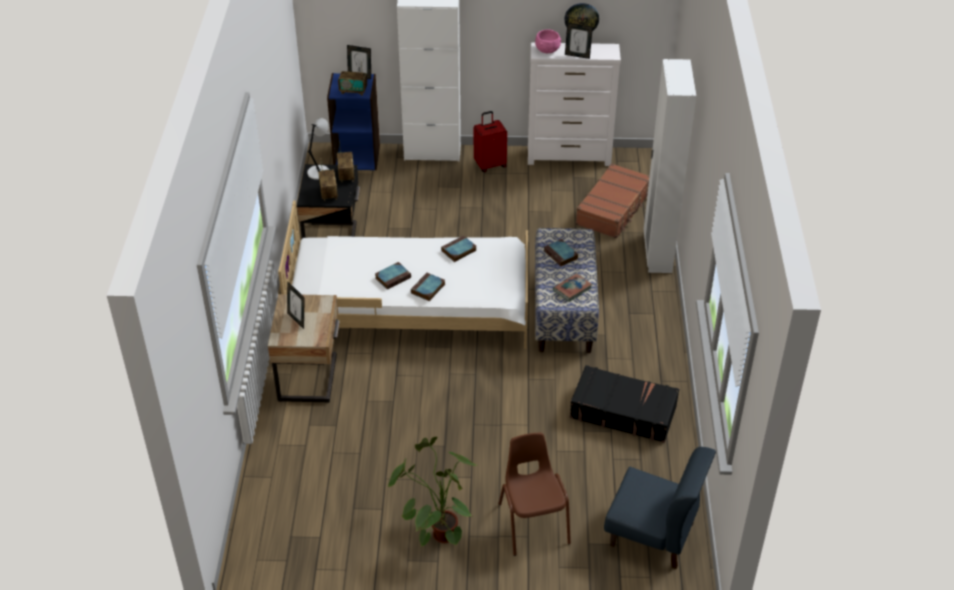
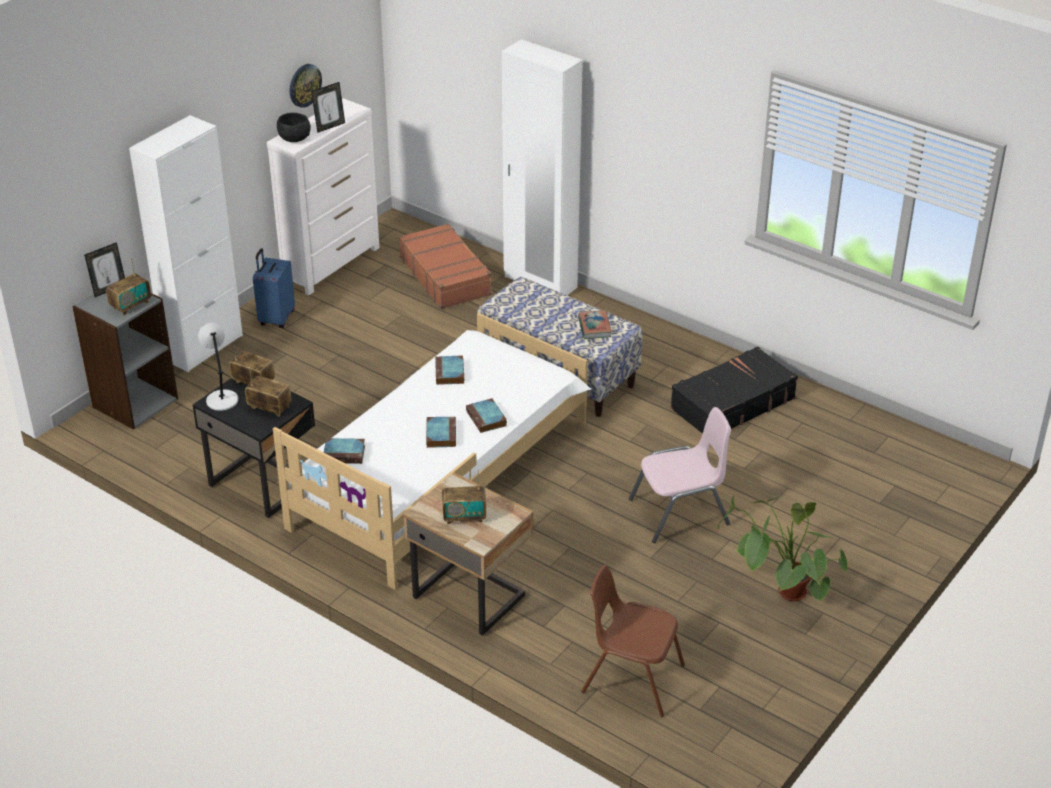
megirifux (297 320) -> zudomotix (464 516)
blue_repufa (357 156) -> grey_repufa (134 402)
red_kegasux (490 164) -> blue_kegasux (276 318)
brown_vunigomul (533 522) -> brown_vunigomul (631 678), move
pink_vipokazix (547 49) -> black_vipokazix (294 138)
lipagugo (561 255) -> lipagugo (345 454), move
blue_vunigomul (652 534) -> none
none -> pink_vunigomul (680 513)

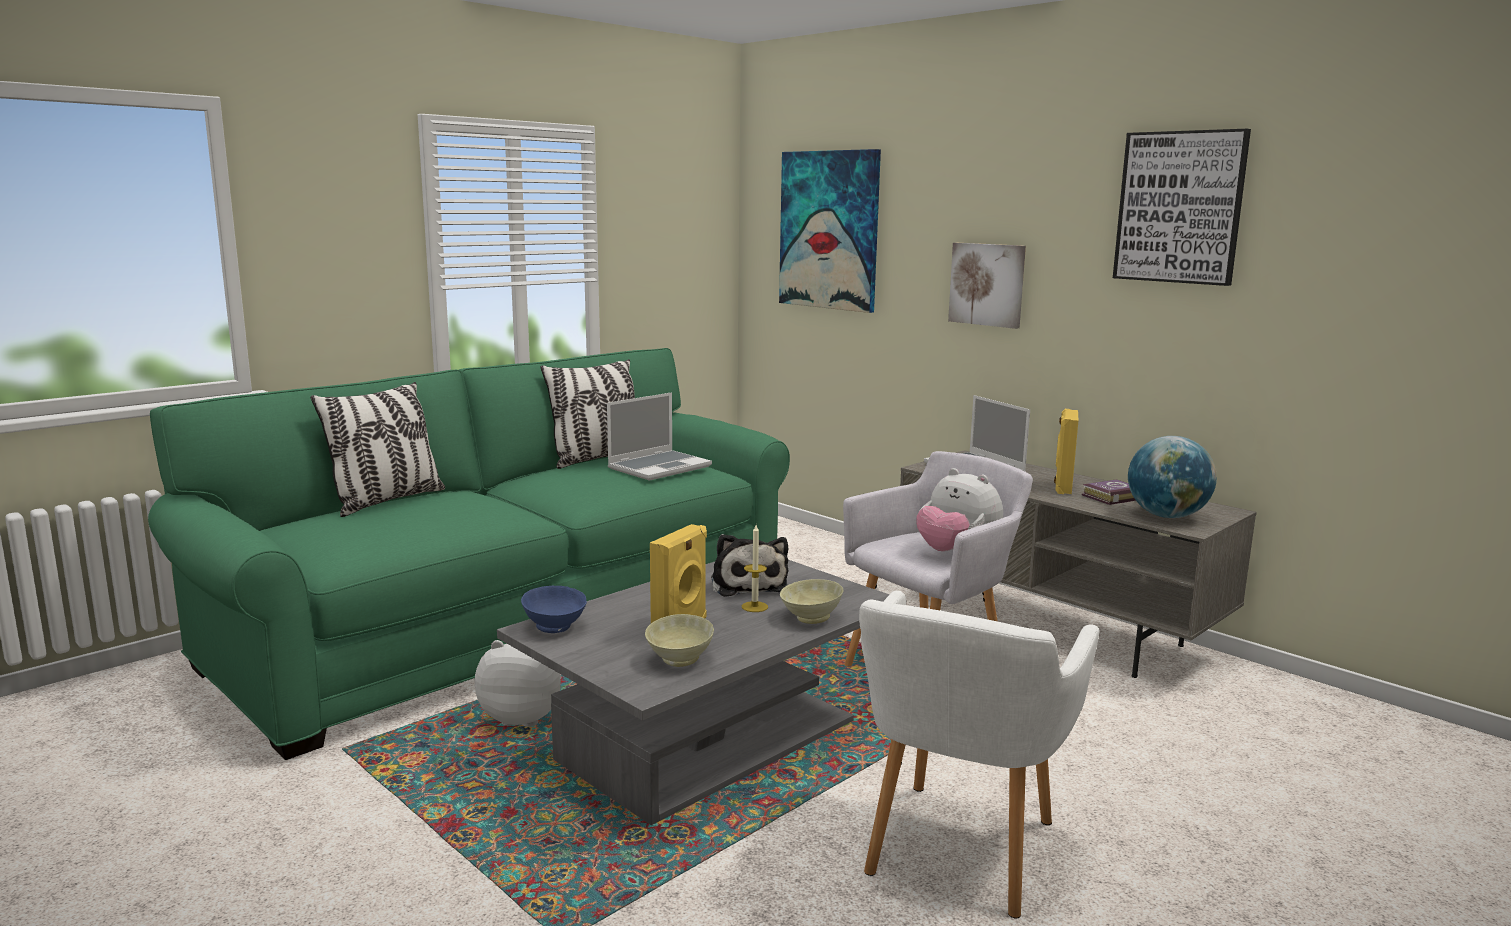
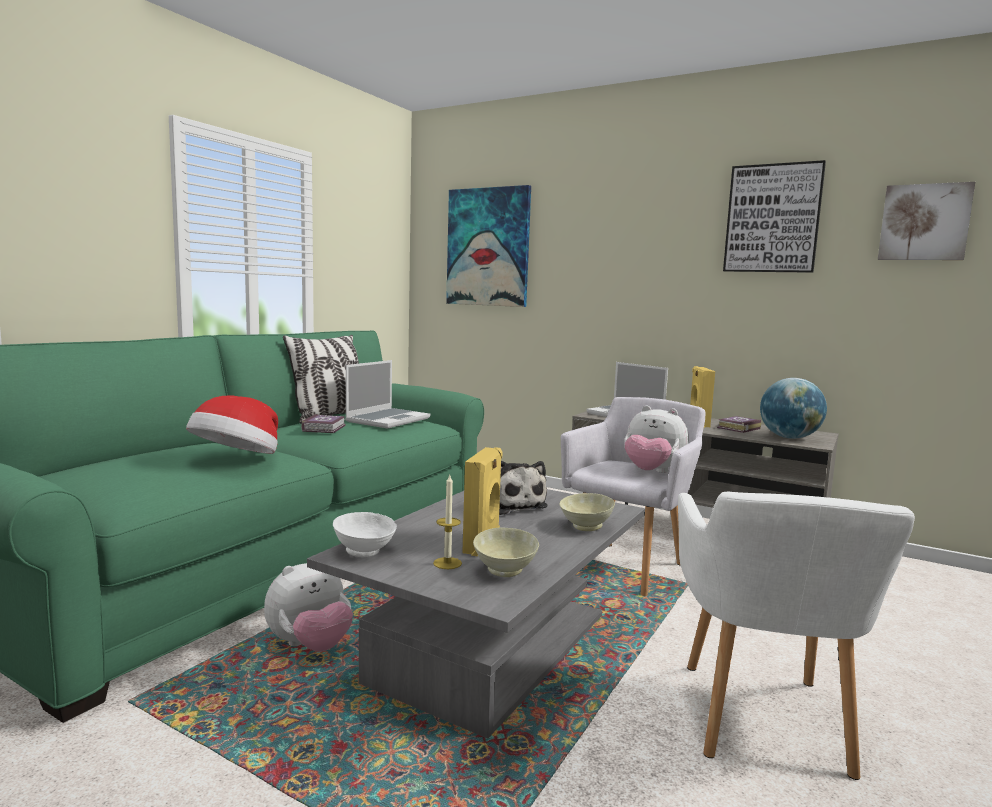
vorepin (386 501) -> none
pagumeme (523 718) -> pagumeme (310 646), 150 degrees clockwise
blue_vipokazix (554 628) -> white_vipokazix (364 552)
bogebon (754 607) -> bogebon (447 563), move
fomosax (987 284) -> fomosax (924 222), move
none -> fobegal (237 459)
none -> lipagugo (325 428)

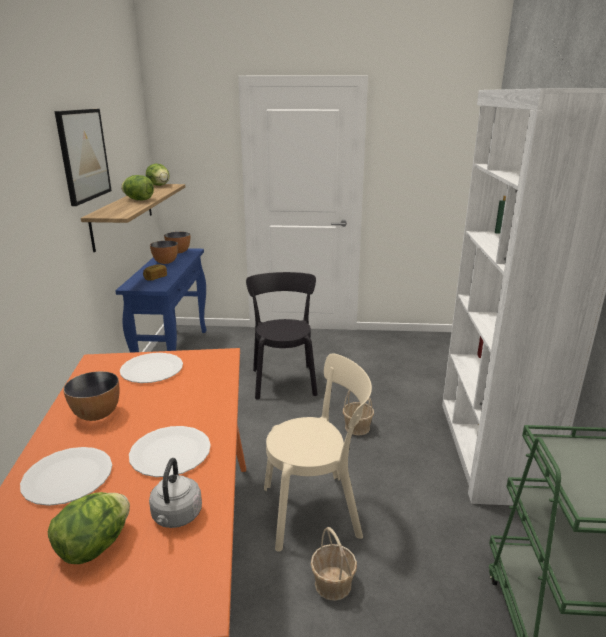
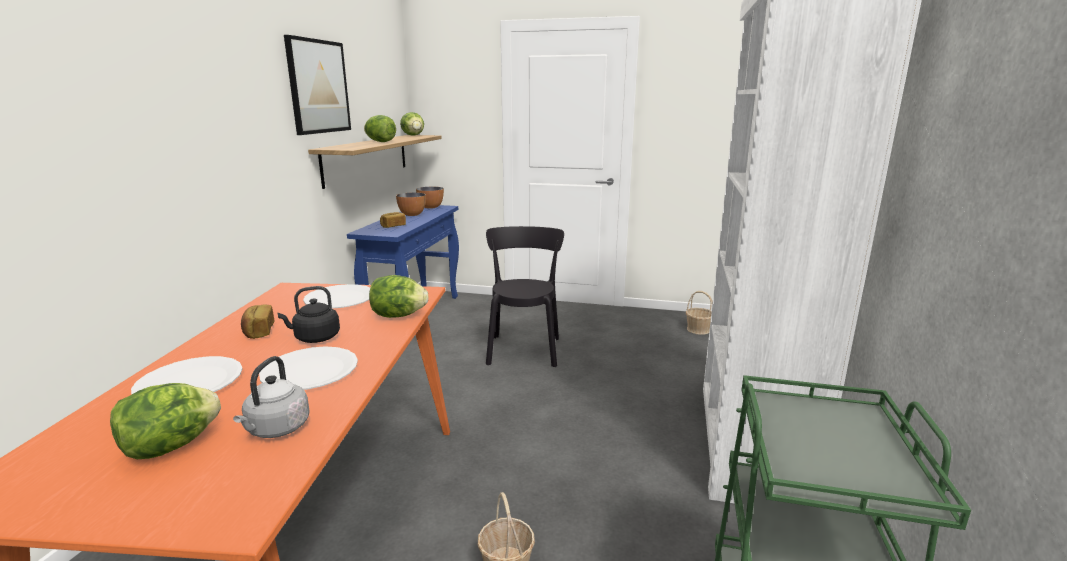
vipokazix (97 414) -> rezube (258 331)
beige_vunigomul (316 510) -> none
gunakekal (357 427) -> gunakekal (698 329), move
none -> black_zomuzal (315 338)
none -> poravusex (398 315)

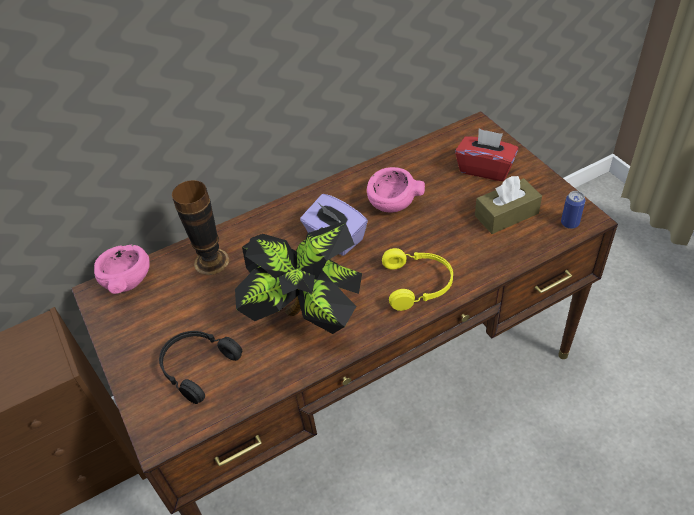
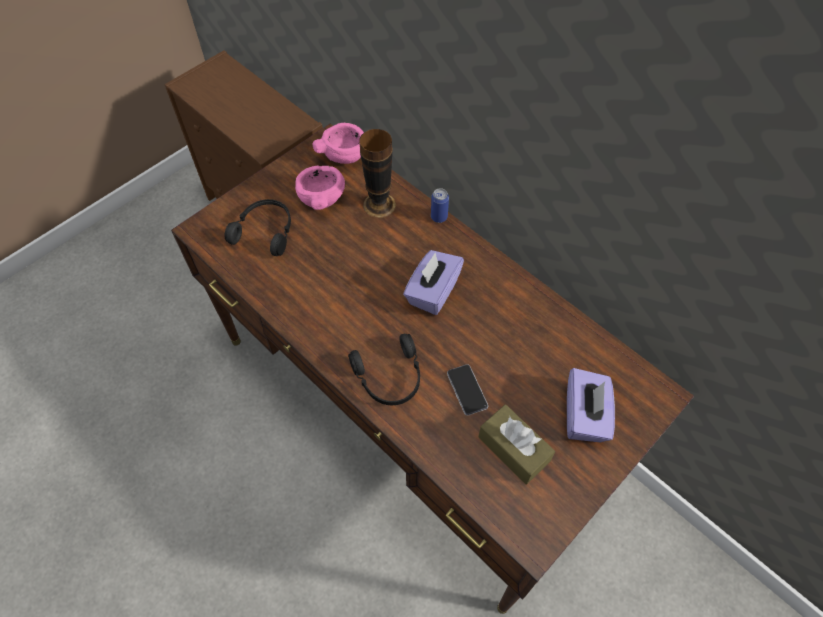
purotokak (306 315) -> none
pink_vipokazix (392 203) -> pink_vipokazix (321 198), move
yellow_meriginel (418 284) -> black_meriginel (390 378)
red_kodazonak (485 168) -> purple_kodazonak (584 416)
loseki (569 223) -> loseki (439 217), move
none -> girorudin (467 390)

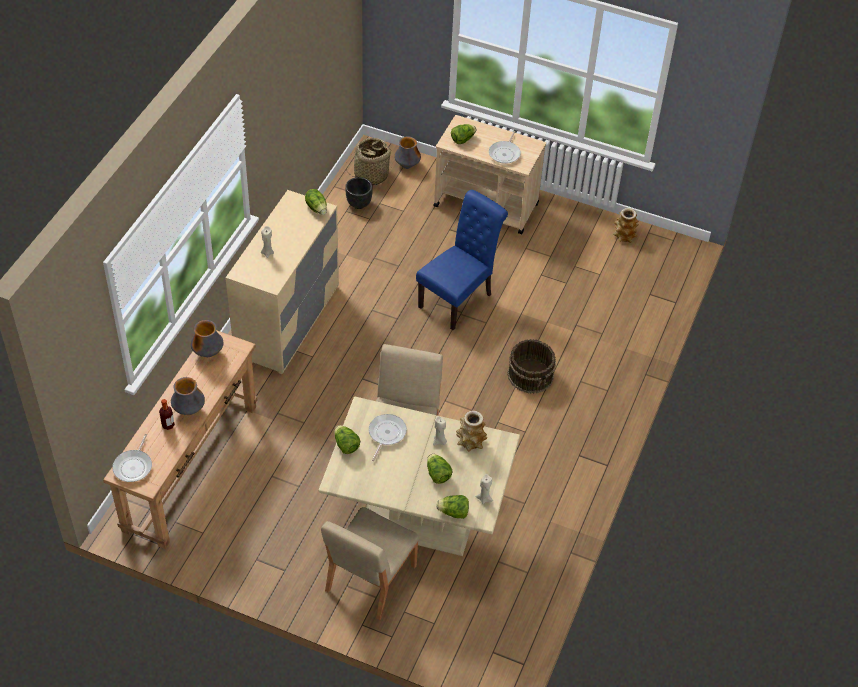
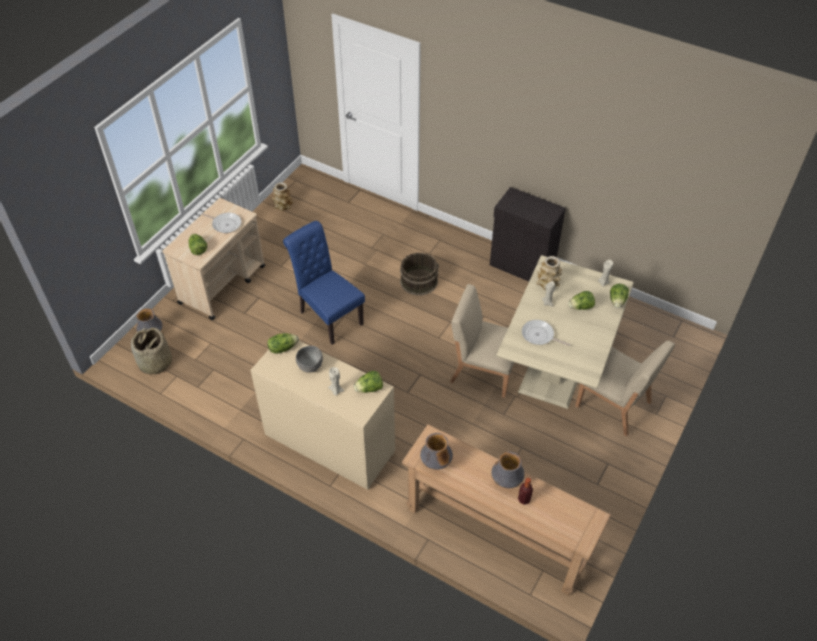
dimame (134 466) -> none
poravusex (346 445) -> poravusex (369 389), move
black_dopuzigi (359 204) -> none
none -> grey_vipokazix (310 366)
none -> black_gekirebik (522 267)

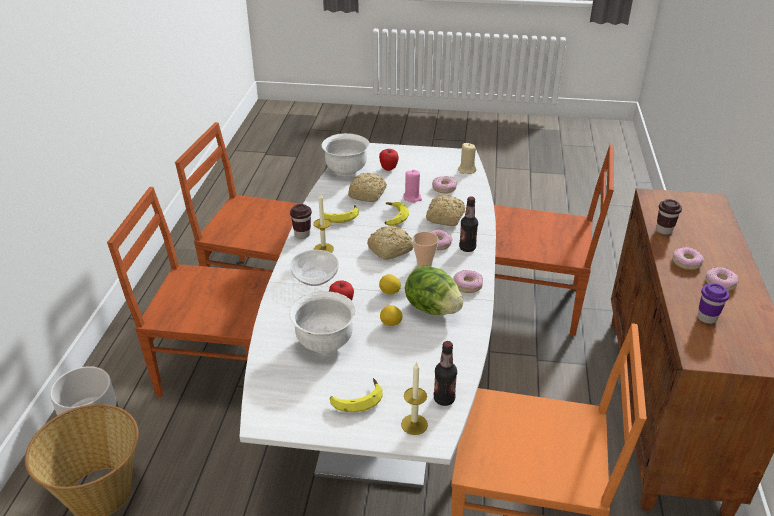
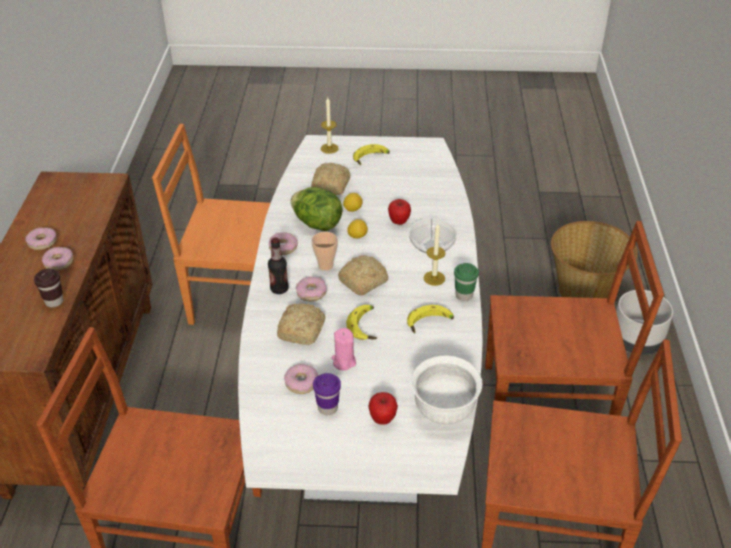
white_vipokazix (324 342) -> none
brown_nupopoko (302 234) -> green_nupopoko (464 295)
rezube (368 193) -> rezube (330 186), move
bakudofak (444 399) -> none
beige_bogebon (466 170) -> none
purple_nupopoko (707 318) -> purple_nupopoko (327 408), move

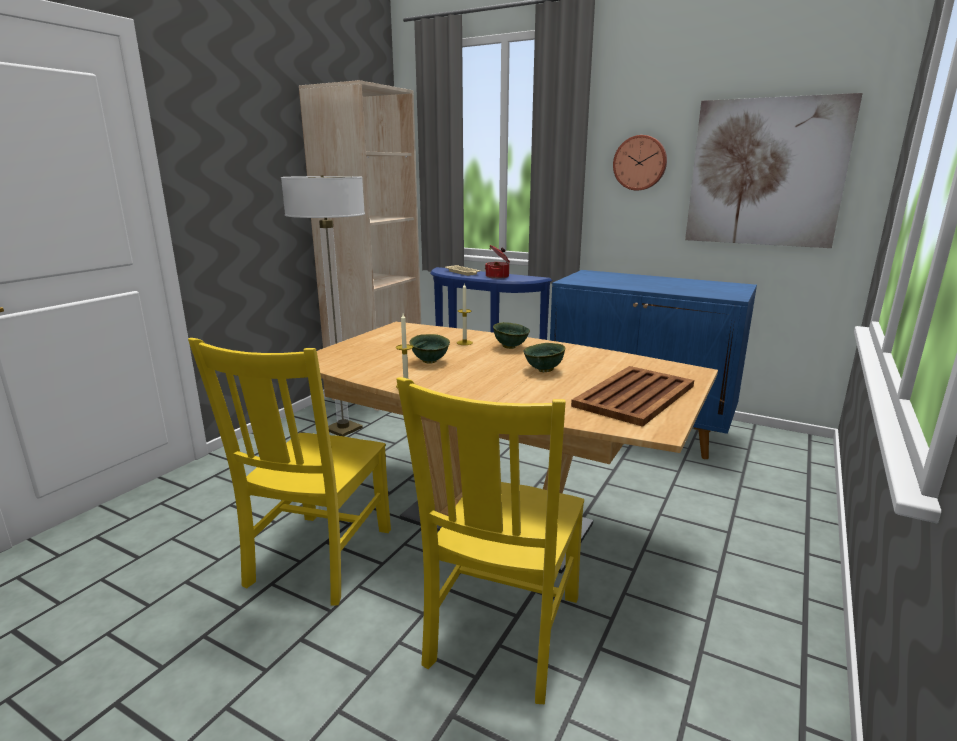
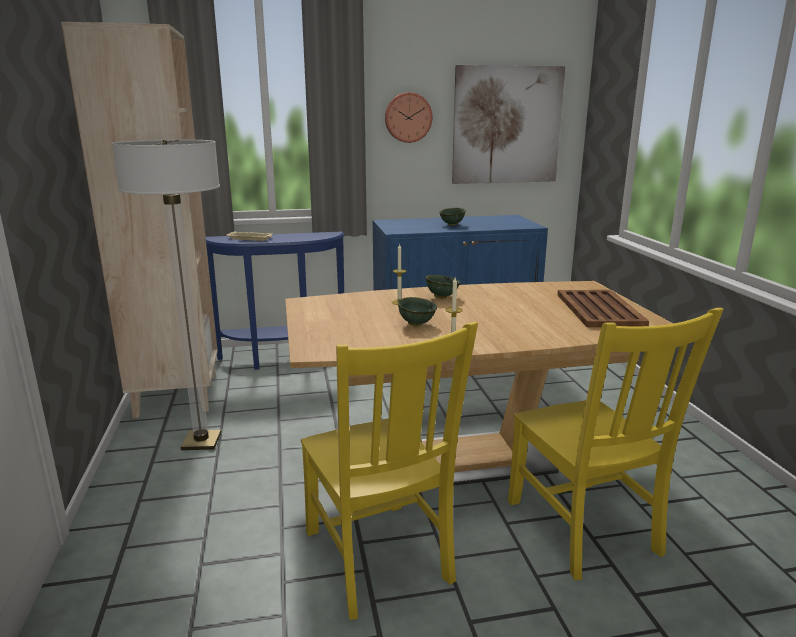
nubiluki (498 276) -> none
green_vipokazix (544 370) -> green_vipokazix (452 225), move

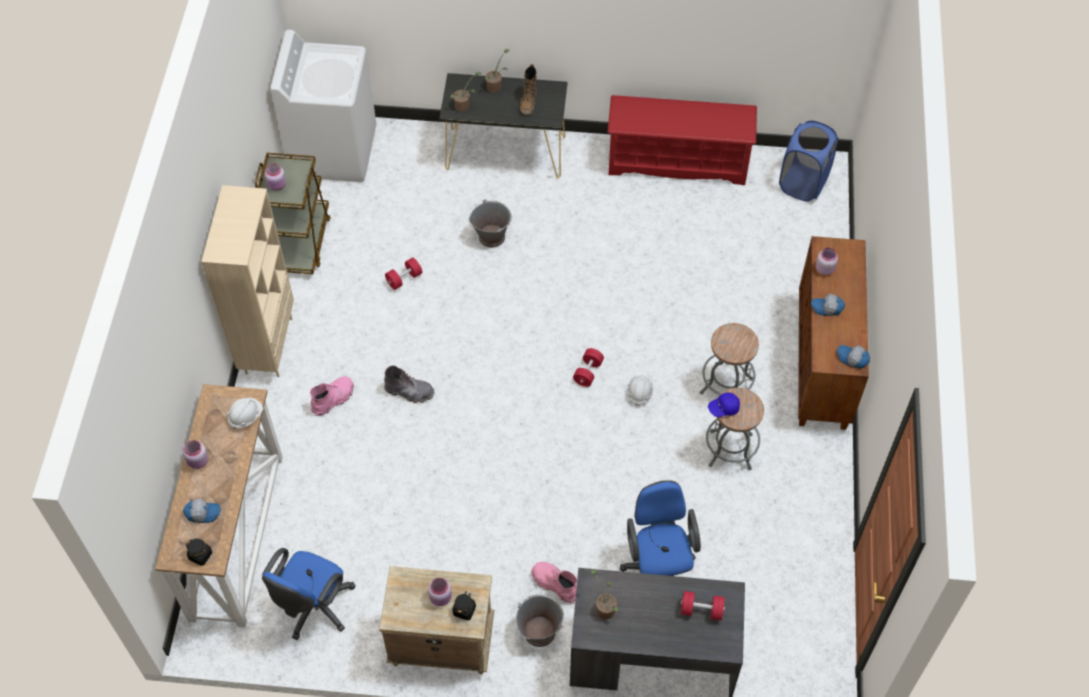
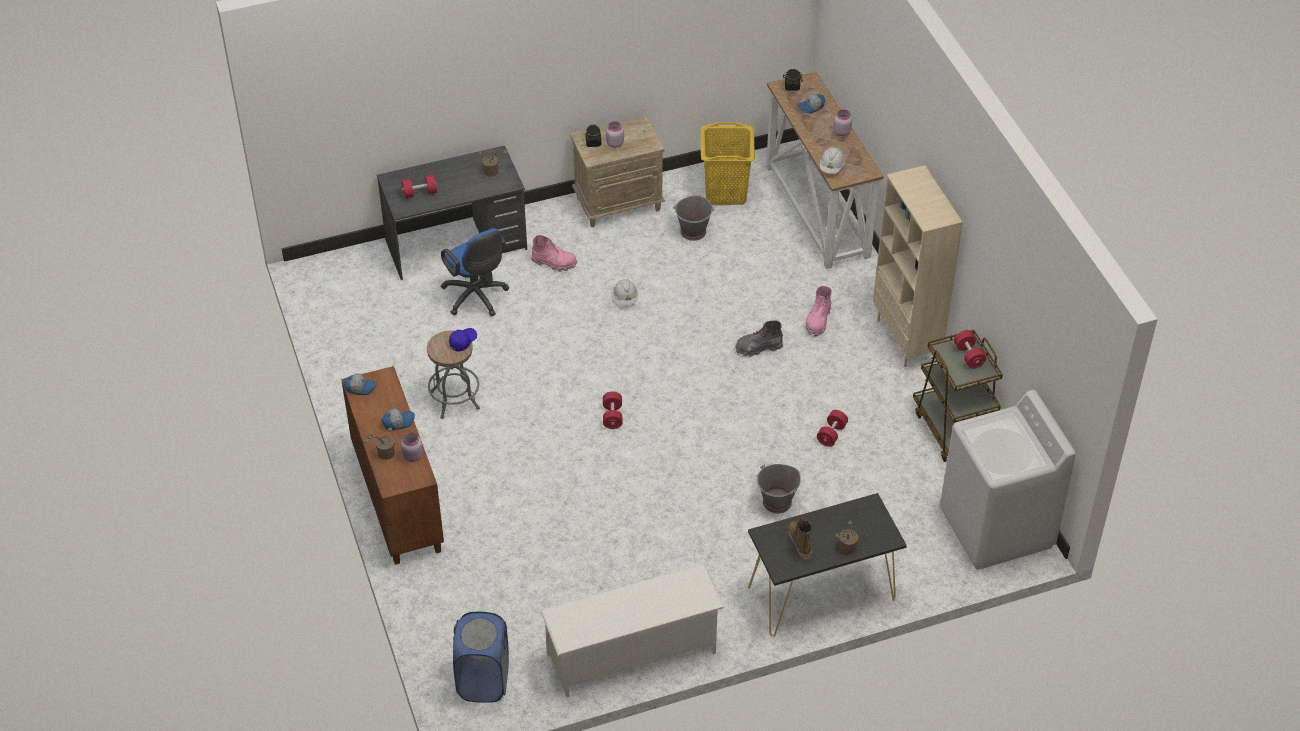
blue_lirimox (313 608) -> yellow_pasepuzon (726 191)
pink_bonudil (277 185) -> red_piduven (968 356)
purotokak (464 105) -> purotokak (384 454), move
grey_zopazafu (539 631) -> grey_zopazafu (693 232), move
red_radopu (678 162) -> white_radopu (632 654)
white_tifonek (639 393) -> white_tifonek (625 298), move
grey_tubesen (726 386) -> none

